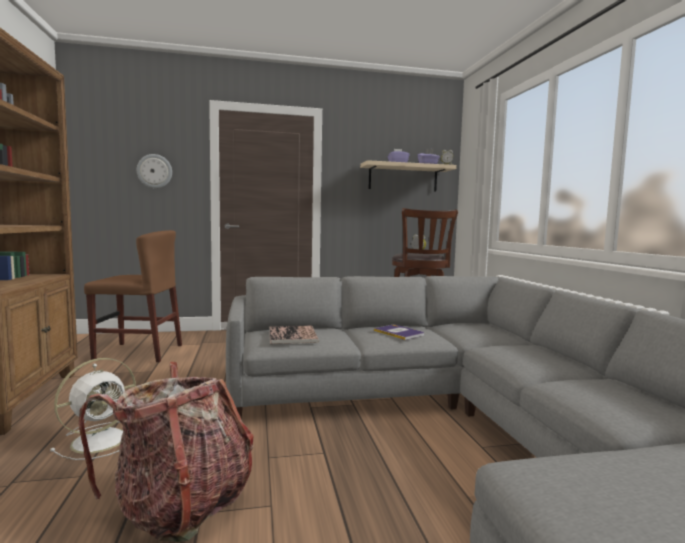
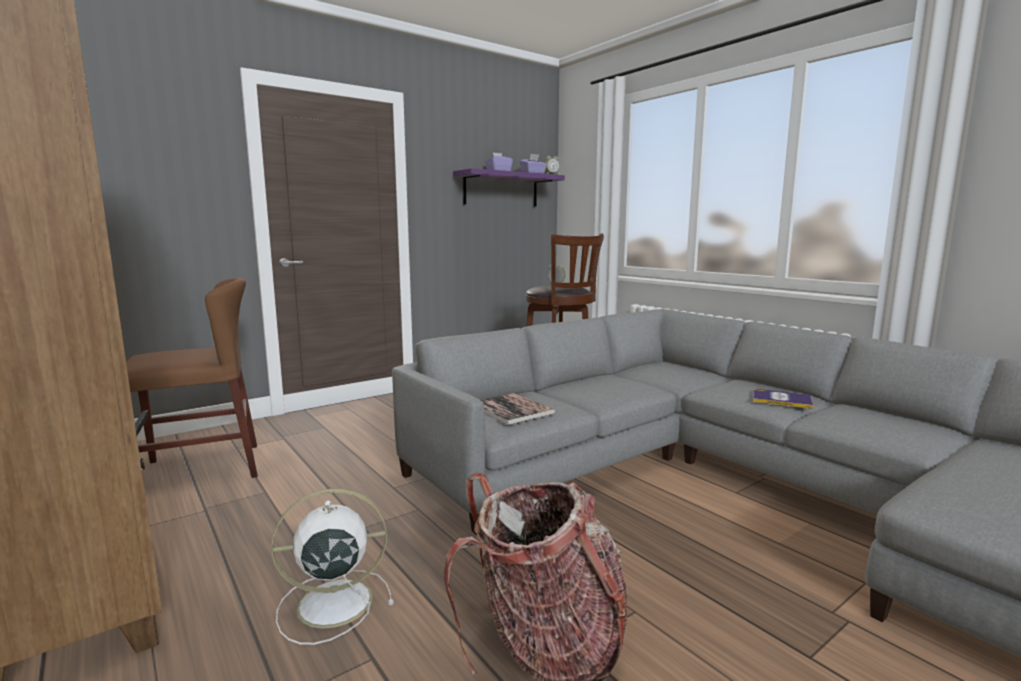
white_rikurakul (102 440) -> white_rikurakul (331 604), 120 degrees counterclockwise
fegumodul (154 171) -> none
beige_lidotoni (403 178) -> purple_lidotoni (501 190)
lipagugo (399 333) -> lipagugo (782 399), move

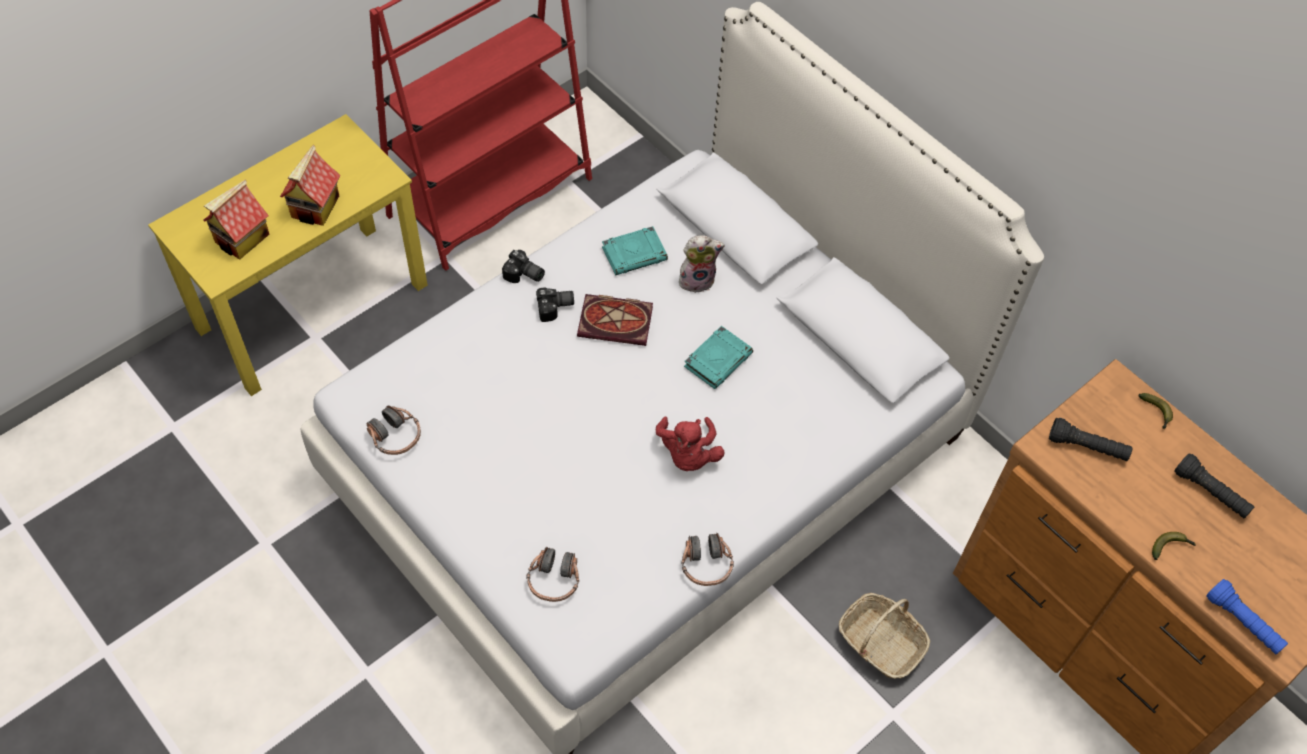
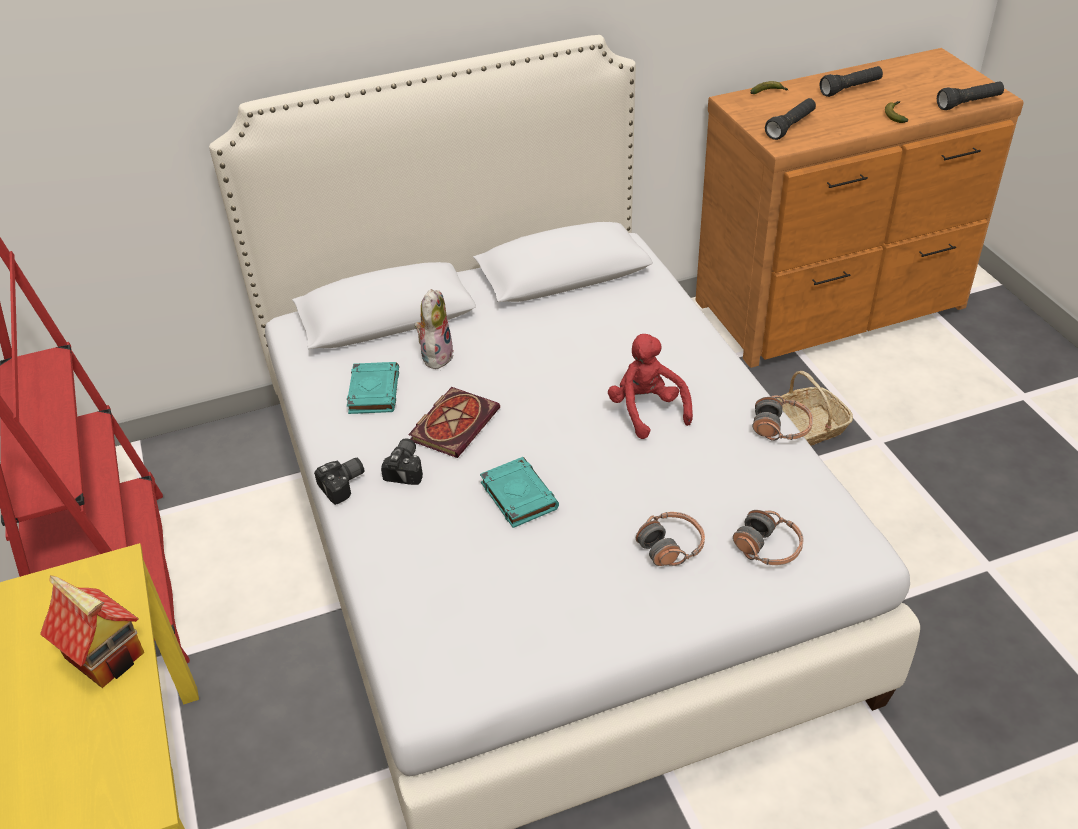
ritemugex (242 239) -> none
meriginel (395 436) -> meriginel (671 546), move
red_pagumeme (688 454) -> red_pagumeme (647 410), 135 degrees counterclockwise
turquoise_lipagugo (718 360) -> turquoise_lipagugo (518 495), move
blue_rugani (1243 623) -> black_rugani (969 103)

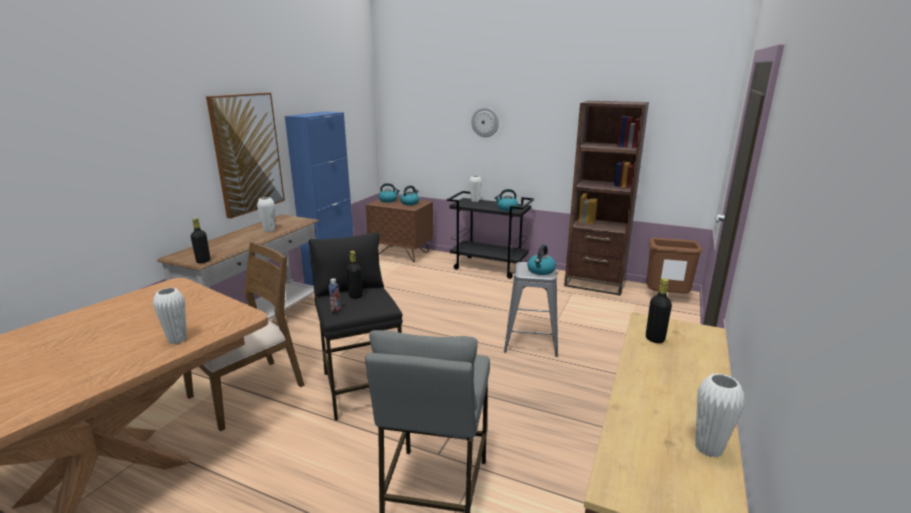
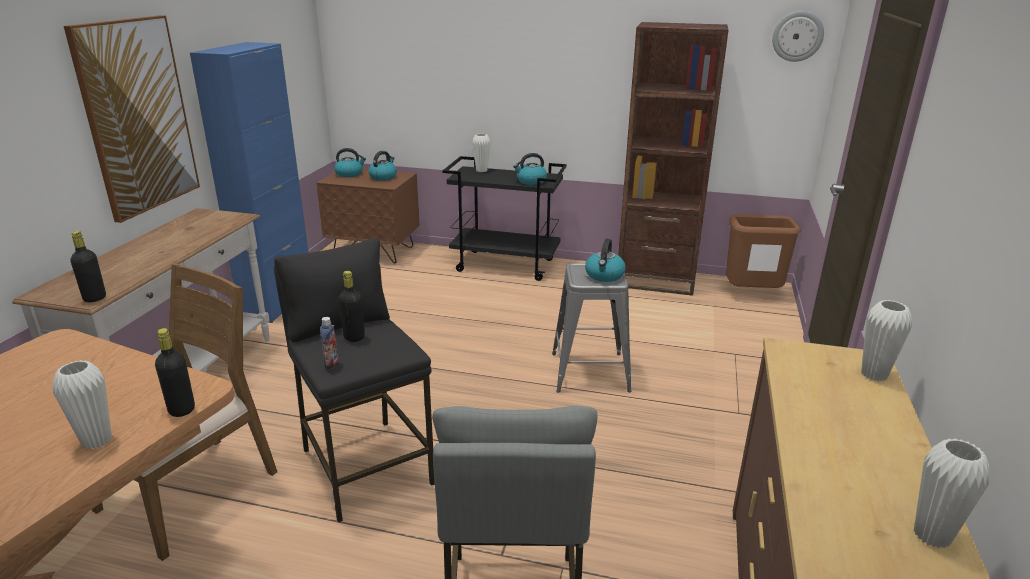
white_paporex (269 230) -> white_paporex (874 374), move
fegumodul (485 122) -> fegumodul (797 36), move
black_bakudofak (655 339) -> black_bakudofak (182 410), move

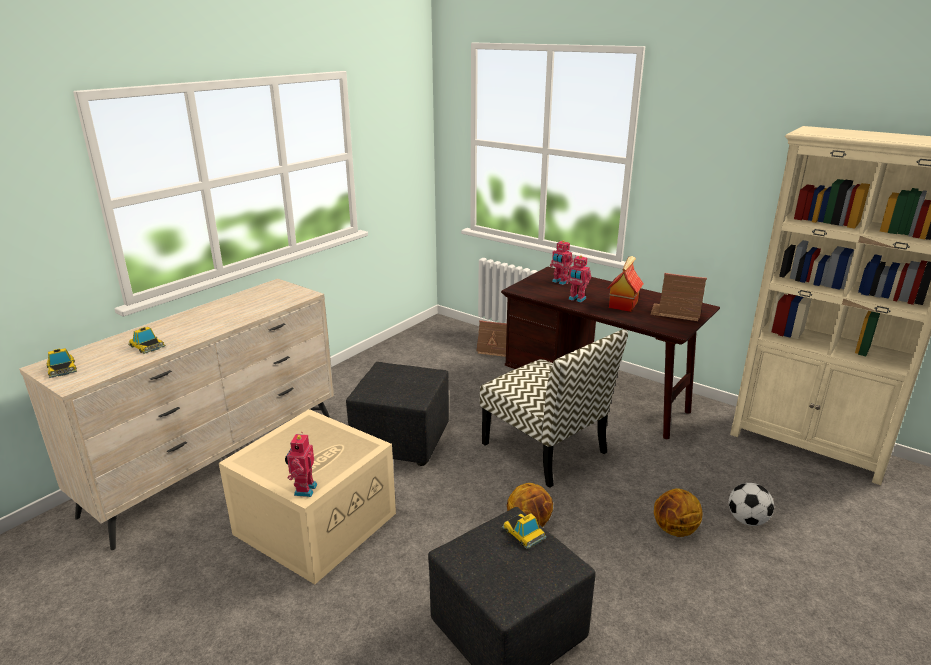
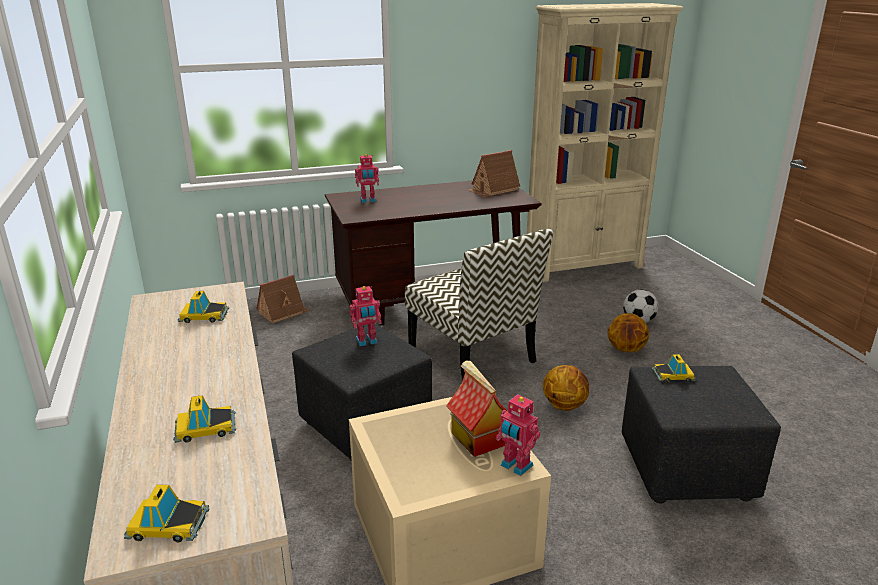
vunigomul (546 448) -> vunigomul (473 355), 60 degrees clockwise
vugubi (576 299) -> vugubi (366 341), move
ritemugex (622 304) -> ritemugex (477 438), move
none -> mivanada (204 315)

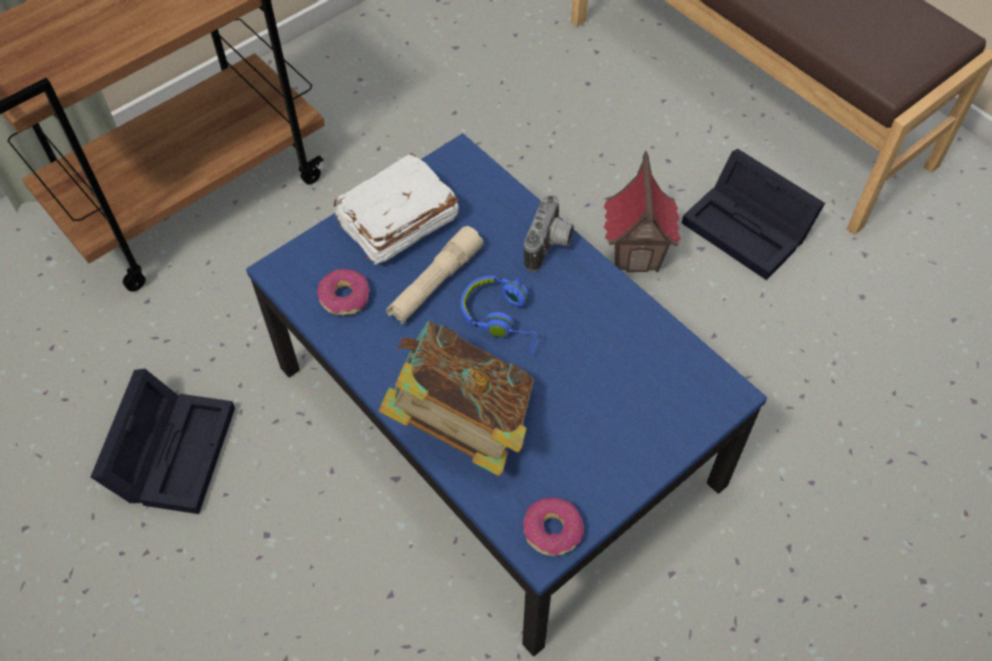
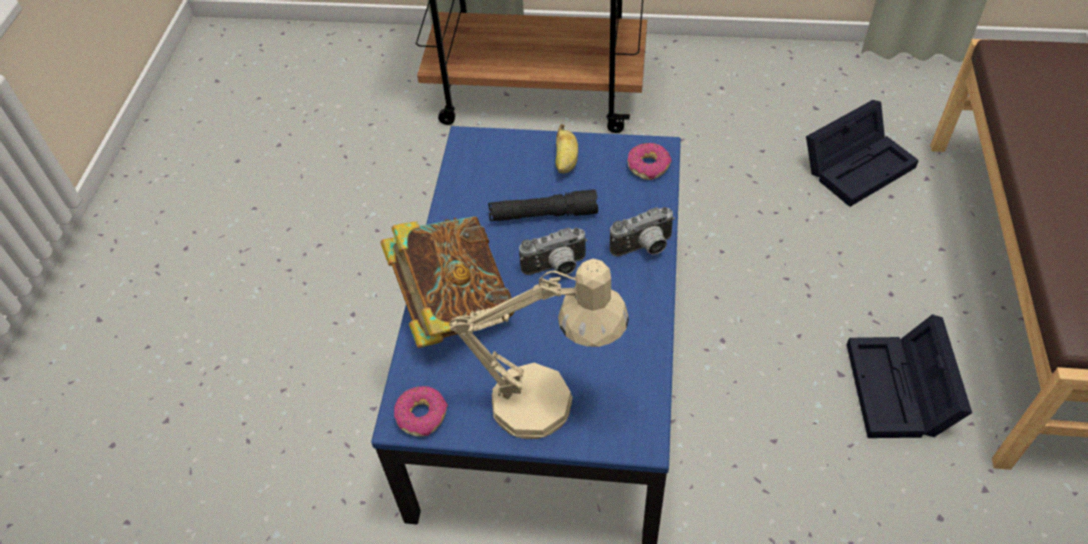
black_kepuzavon (173 449) -> black_kepuzavon (858 164), move
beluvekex (345 297) -> beluvekex (648 166), move
white_lipagugo (396 223) -> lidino (566 162)
beige_rugani (435 283) -> black_rugani (543 214)
blue_meriginel (503 319) -> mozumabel (556 268)
ritemugex (637 254) -> none
none -> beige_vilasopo (550 404)

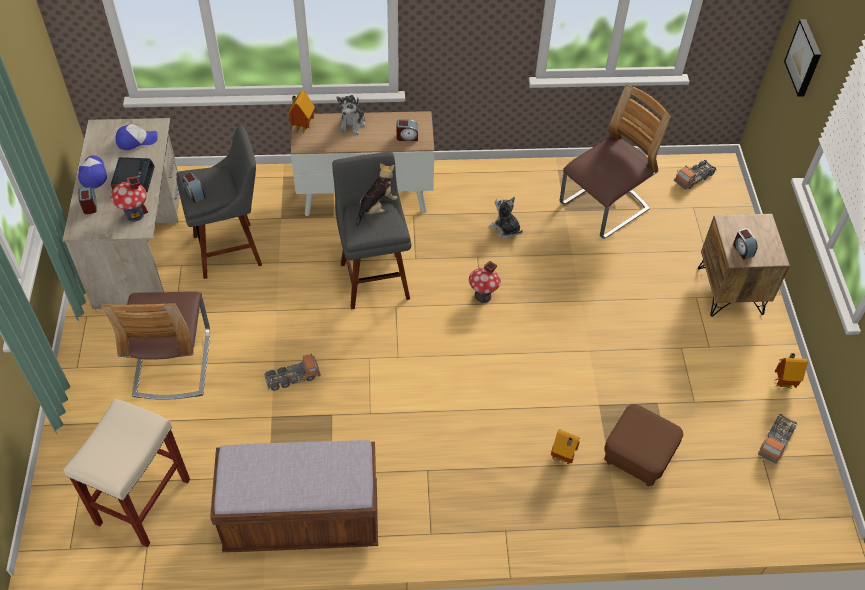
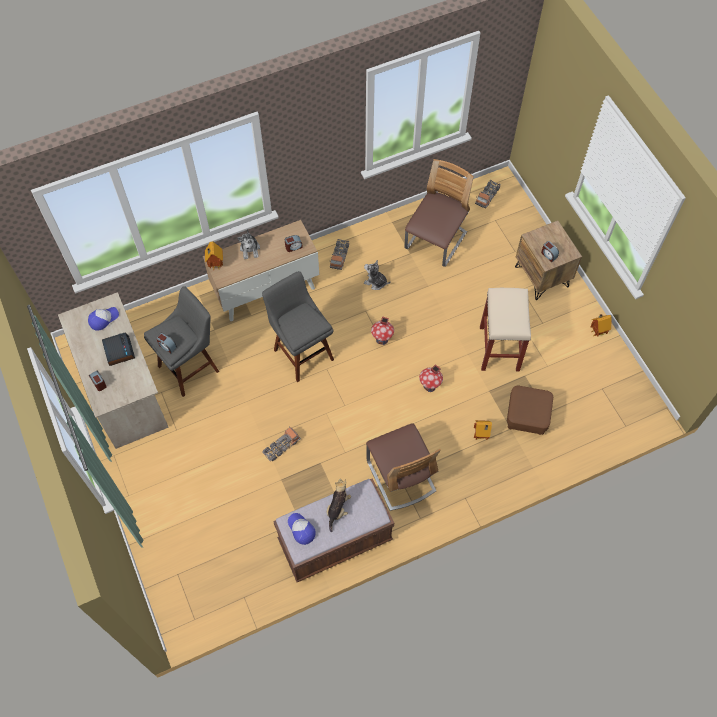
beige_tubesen (143 500) -> beige_tubesen (498 348), move
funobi (93 174) -> funobi (301 529), move
vunigomul (172 363) -> vunigomul (401 476), move
ritemugex (134 214) -> ritemugex (429 386), move
pagumeme (376 208) -> pagumeme (338 508), move
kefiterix (776 441) -> kefiterix (339 256), move
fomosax (805 58) -> none

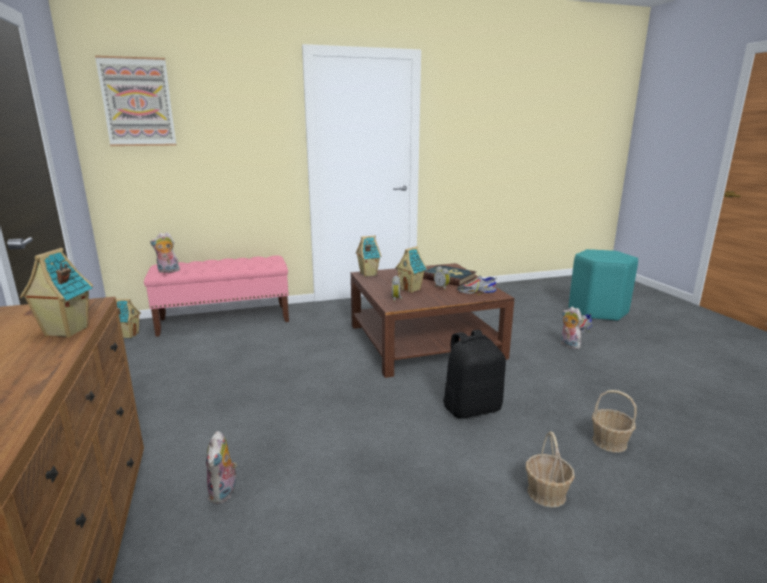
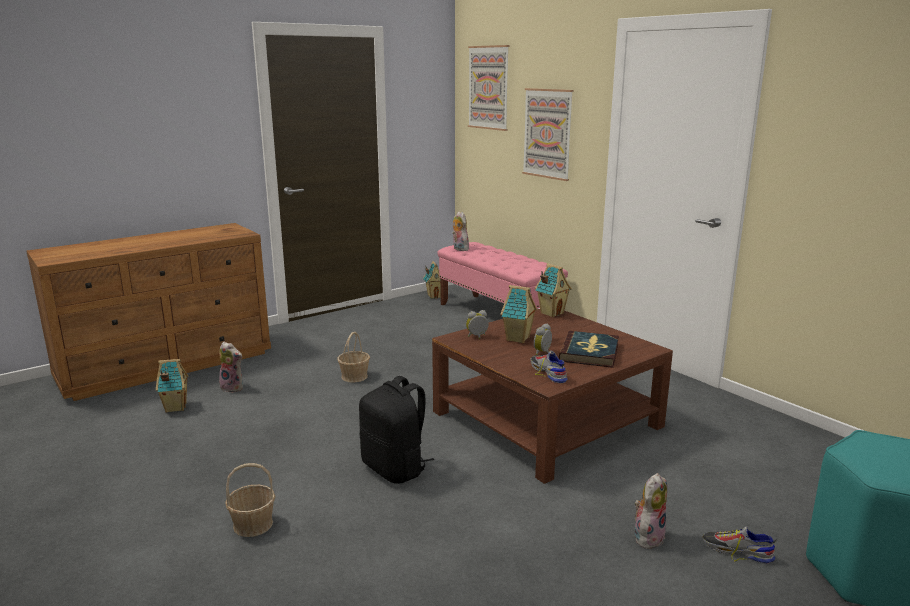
ritemugex (65 332) -> ritemugex (175 407), move
pagumeme (224 493) -> pagumeme (233 387), 135 degrees counterclockwise
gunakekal (609 442) -> gunakekal (354 376), move
none -> fomosax (547 133)

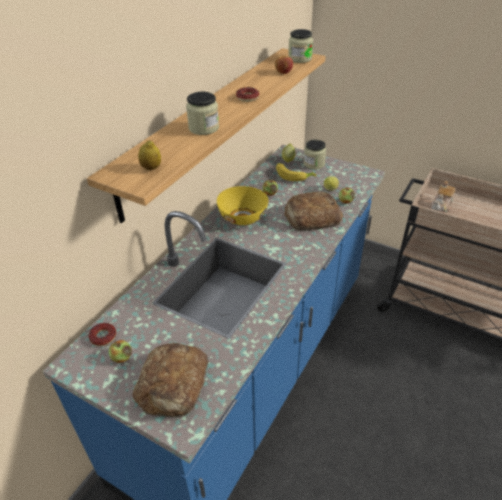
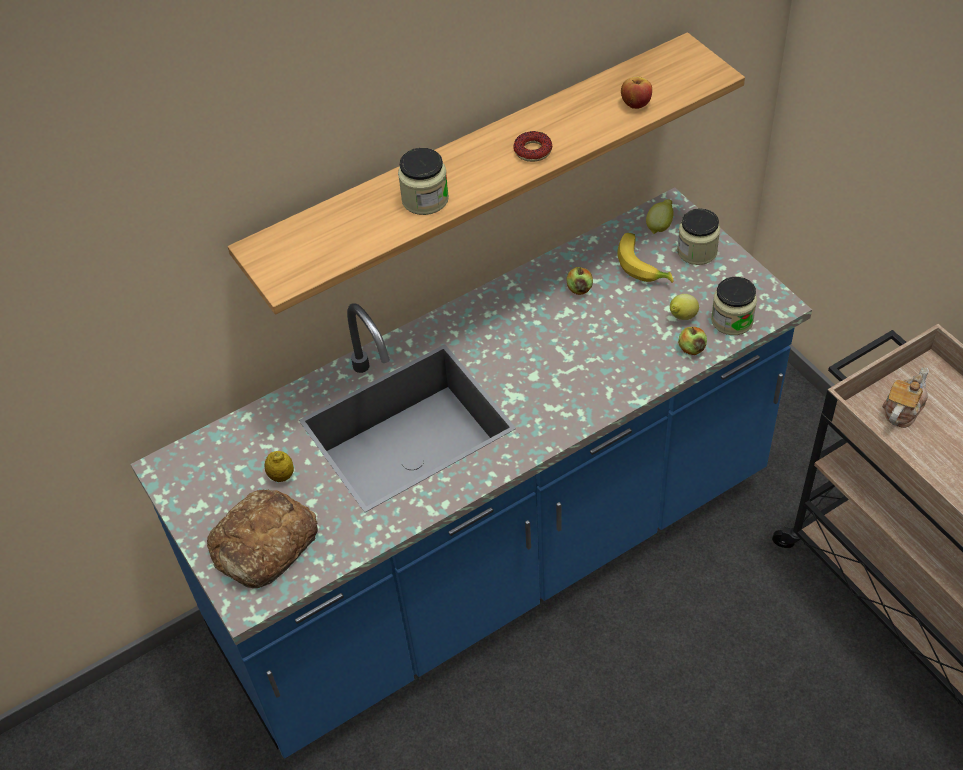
beluvekex (103 337) -> none
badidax (122 357) -> none
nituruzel (151 168) -> nituruzel (281 476), move
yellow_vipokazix (243 217) -> none
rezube (311 217) -> none
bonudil (300 59) -> bonudil (732 320), move
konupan (440 208) -> konupan (902 409), 150 degrees clockwise

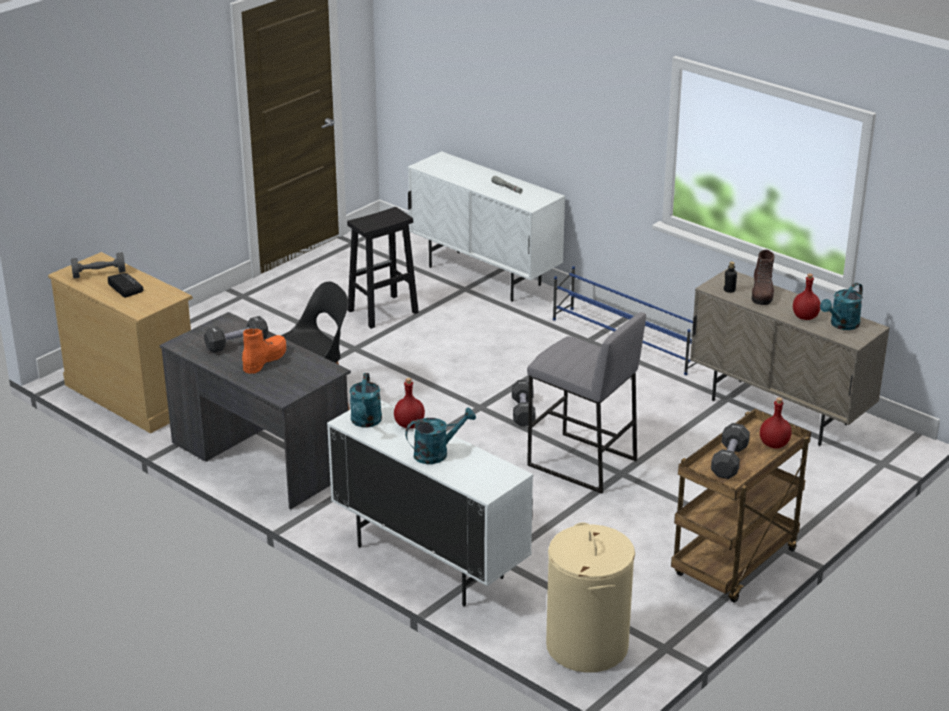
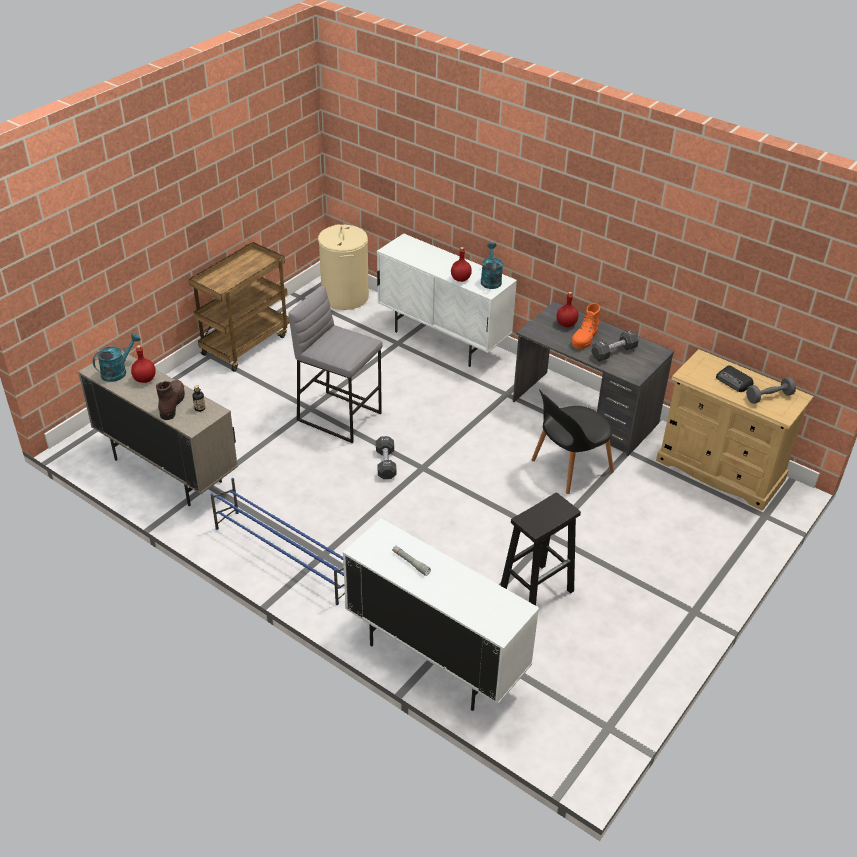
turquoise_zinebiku (437 453) -> none
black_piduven (729 461) -> none
red_bakudofak (774 444) -> red_bakudofak (566 324), move

